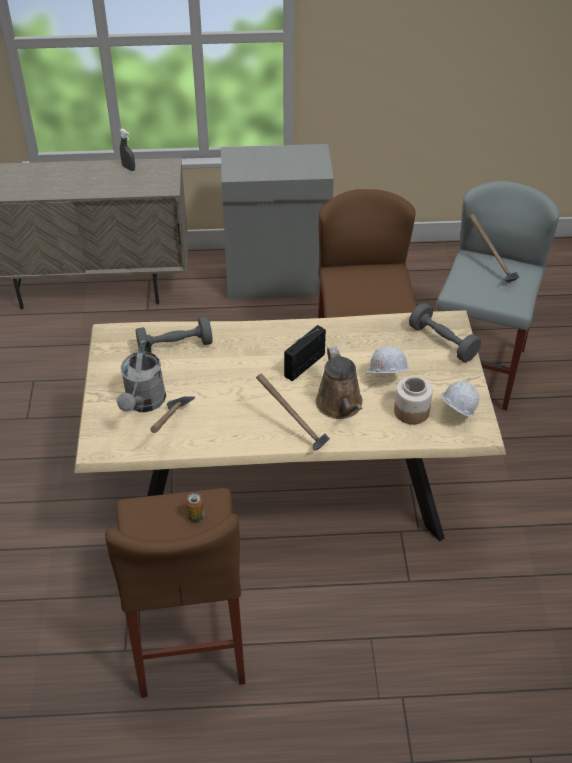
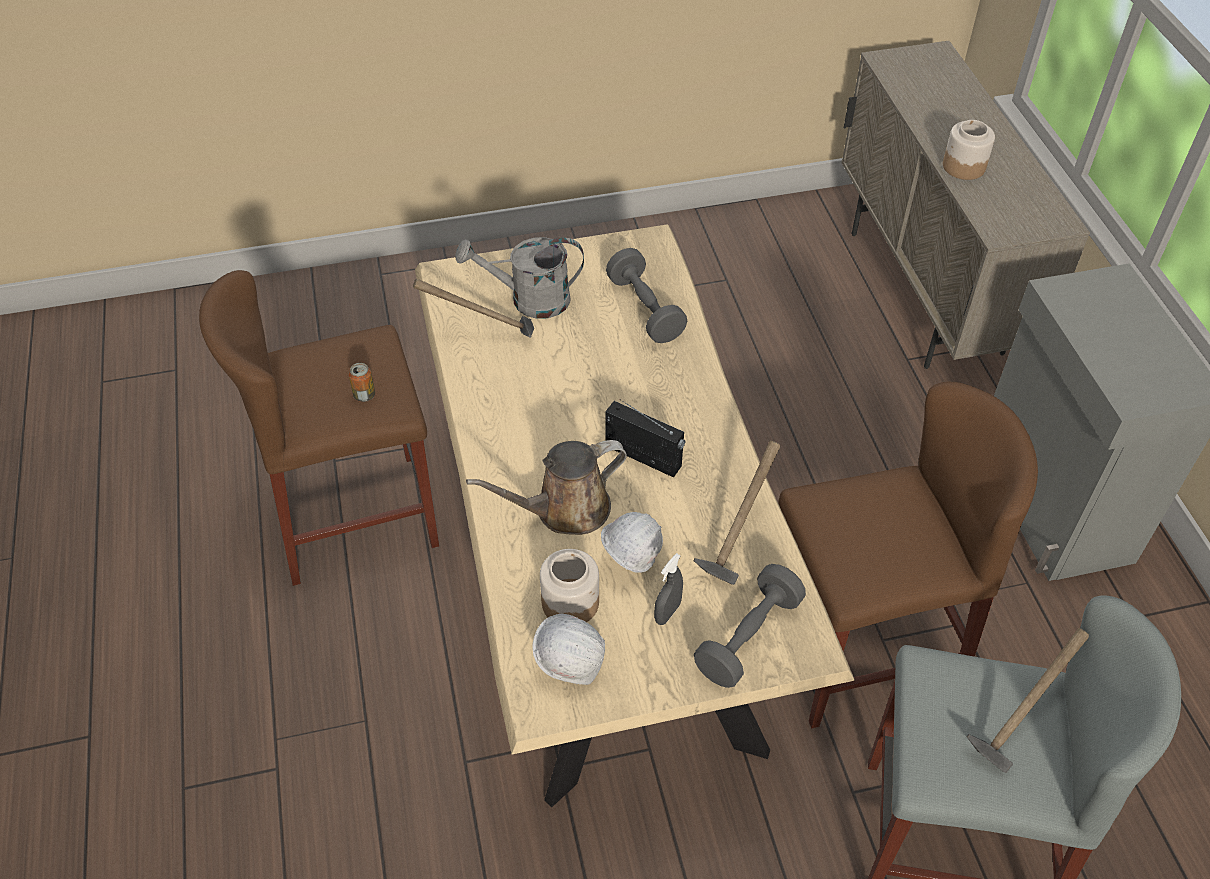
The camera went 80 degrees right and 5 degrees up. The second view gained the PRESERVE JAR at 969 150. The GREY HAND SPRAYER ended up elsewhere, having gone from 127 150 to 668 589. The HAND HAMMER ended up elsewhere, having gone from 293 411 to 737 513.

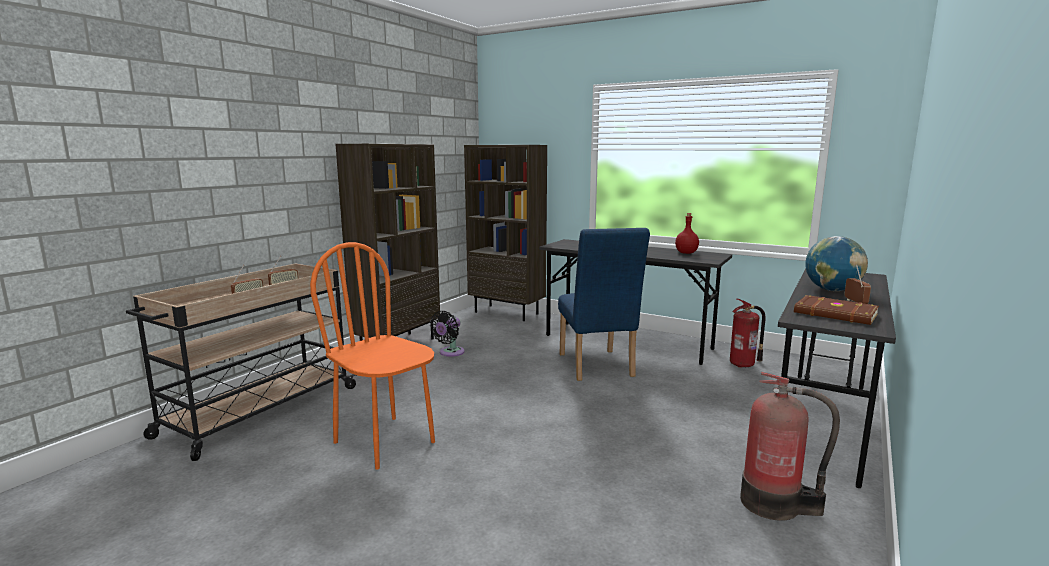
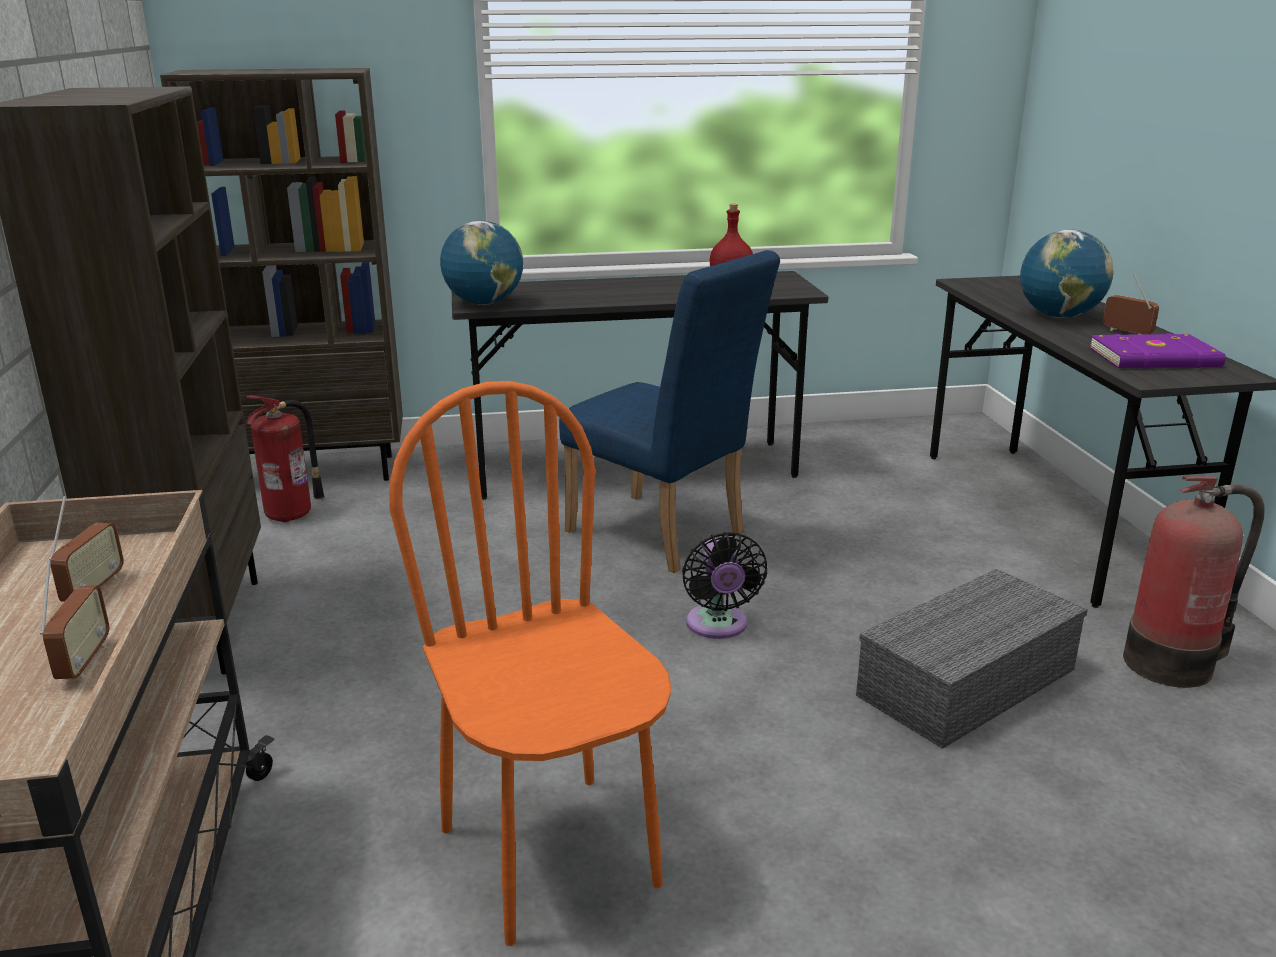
The camera went 40 degrees left and 10 degrees up. The second view gained the DESK GLOBE at 481 262. The second view gained the GREY STORAGE BIN at 972 659. The BLACKISH ELECTRIC FAN ended up elsewhere, having gone from 447 334 to 724 585. The FIRE EXTINGUISHER ended up elsewhere, having gone from 748 333 to 285 459. What was the BROWN-COLOURED VOLUME at 836 310 turned into the PURPLISH VOLUME at 1157 351. The ORANGE PLAIN CHAIR at 372 356 ended up facing another way, 60 degrees clockwise from before.

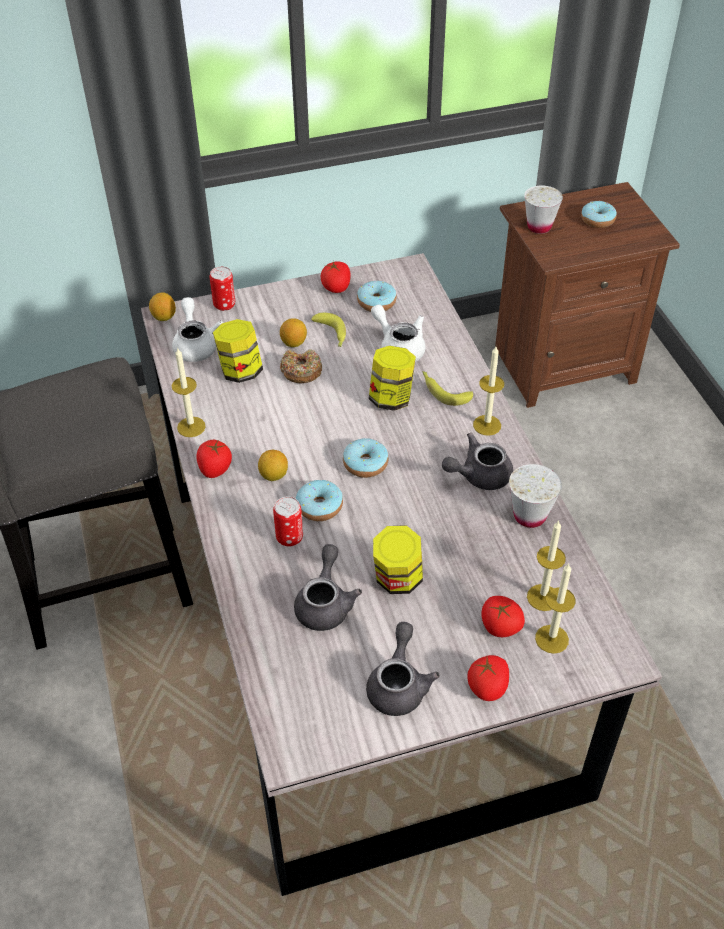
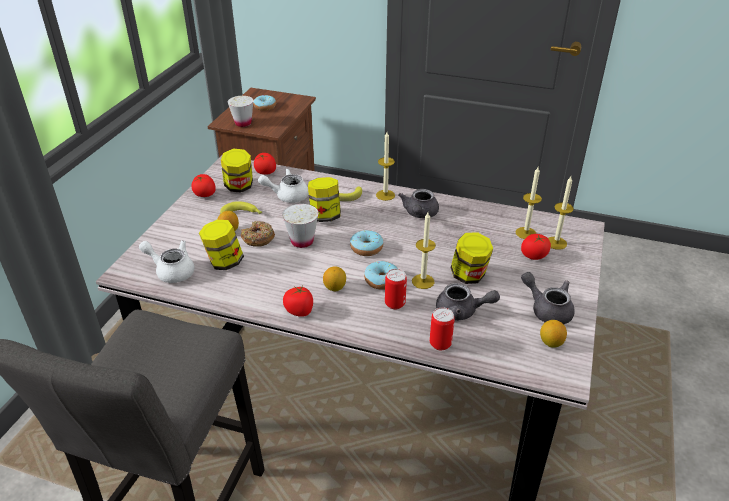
The camera went 55 degrees left and 10 degrees down. The LEMON ended up elsewhere, having gone from 162 306 to 553 334. The WAX CANDLE ended up elsewhere, having gone from 189 392 to 424 250. The METAL CAN ended up elsewhere, having gone from 222 288 to 442 329. The FRESH TOMATO ended up elsewhere, having gone from 488 678 to 265 164. The WHITE CUP ended up elsewhere, having gone from 535 496 to 300 226. Where the RING DOUGHNUT stood at 377 296, the PRESERVE JAR came to stand at 237 171. The GREY TEA POT at 328 587 ended up facing another way, 150 degrees clockwise from before.

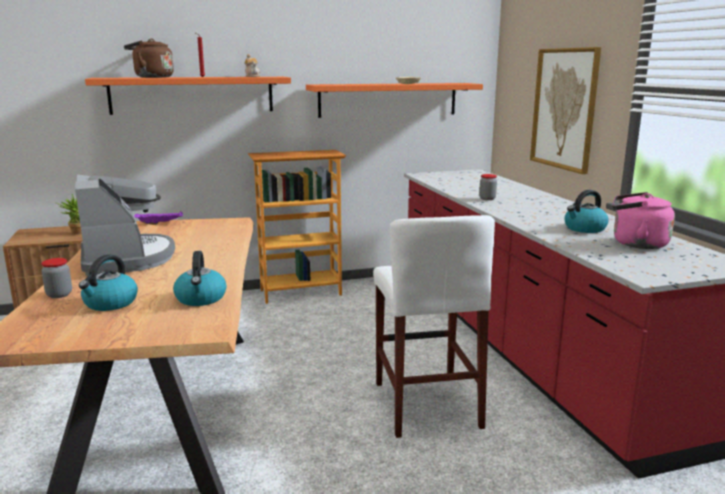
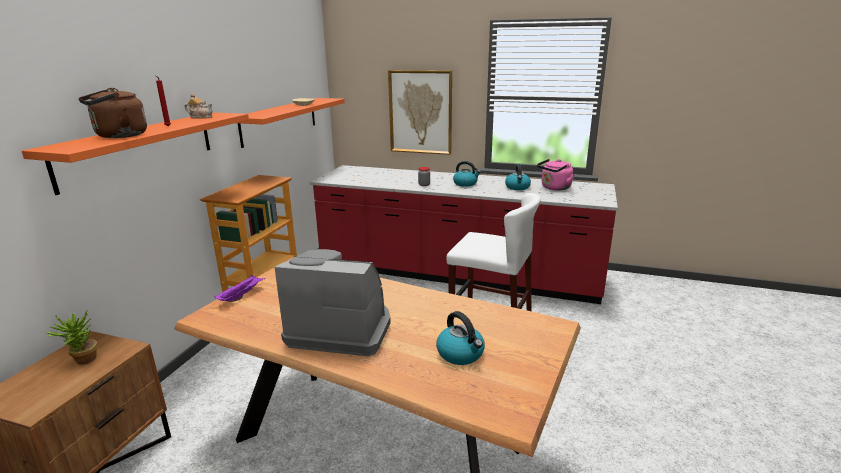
The camera went 55 degrees left and 5 degrees up. The second view lost the PRESERVE JAR at 56 278. The TEA KETTLE ended up elsewhere, having gone from 199 278 to 467 174.

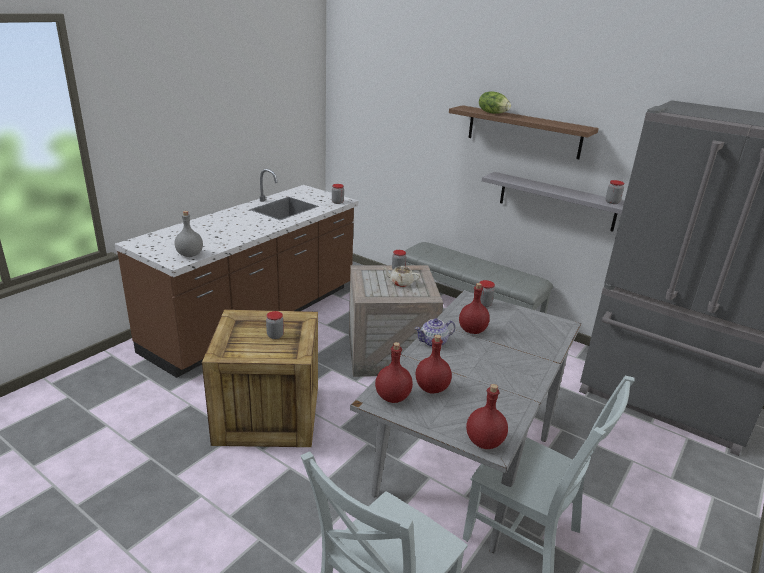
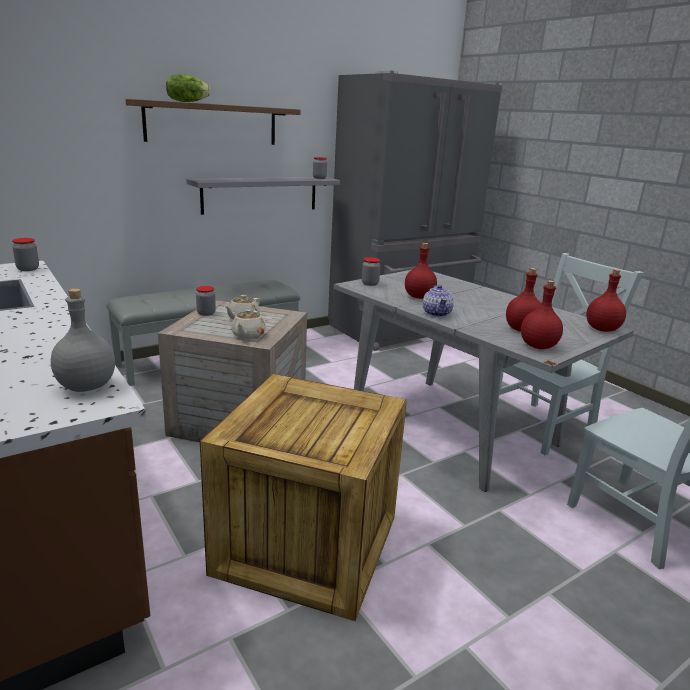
The camera went 70 degrees left and 5 degrees down. The second view lost the PRESERVE JAR at 275 325. The second view gained the BEIGE TEA POT at 248 324.

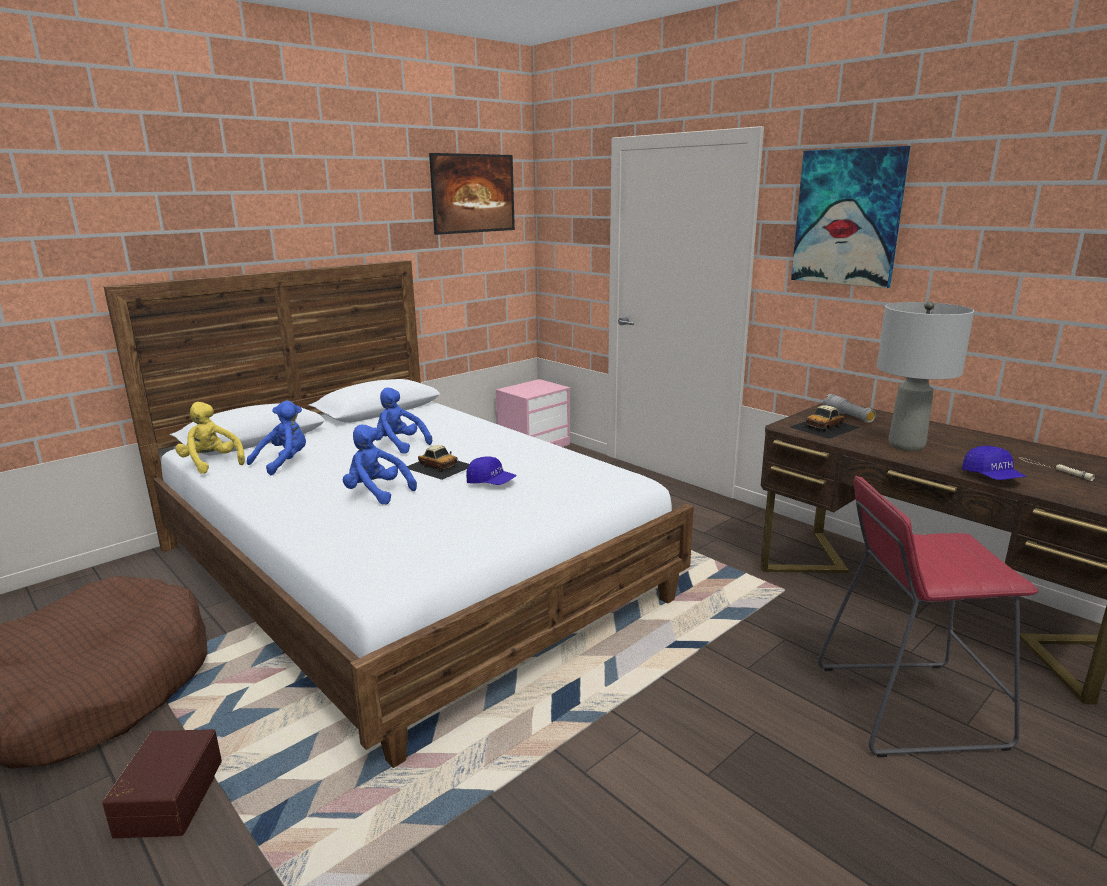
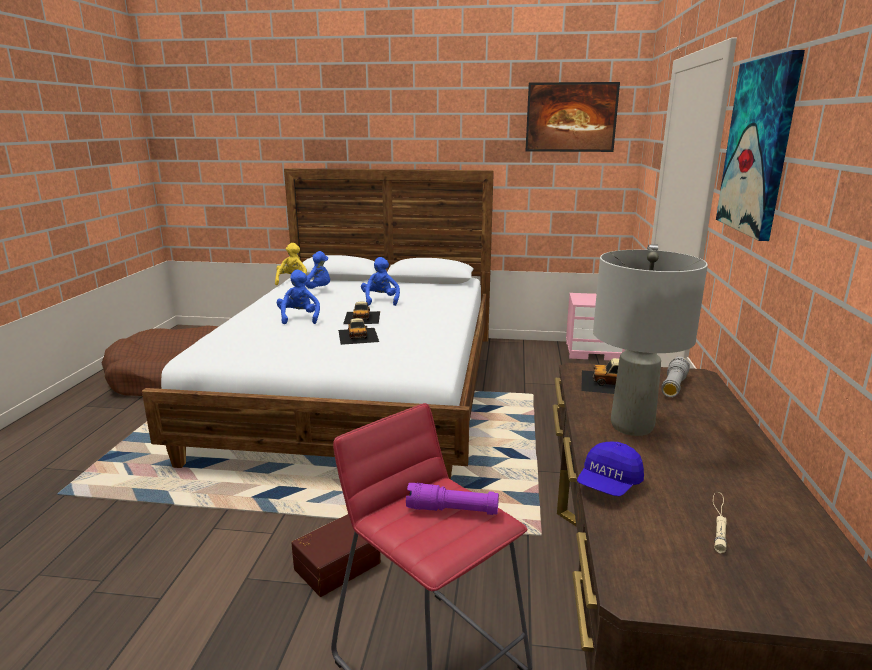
The camera went 50 degrees right and 0 degrees up. The second view gained the PURPLISH FLASHLIGHT at 452 499. The BROWN-COLOURED STORAGE BIN ended up elsewhere, having gone from 162 783 to 336 555. Where the BLUE-COLOURED PEAKED CAP stood at 491 470, the MINIATURE CAR came to stand at 358 331.

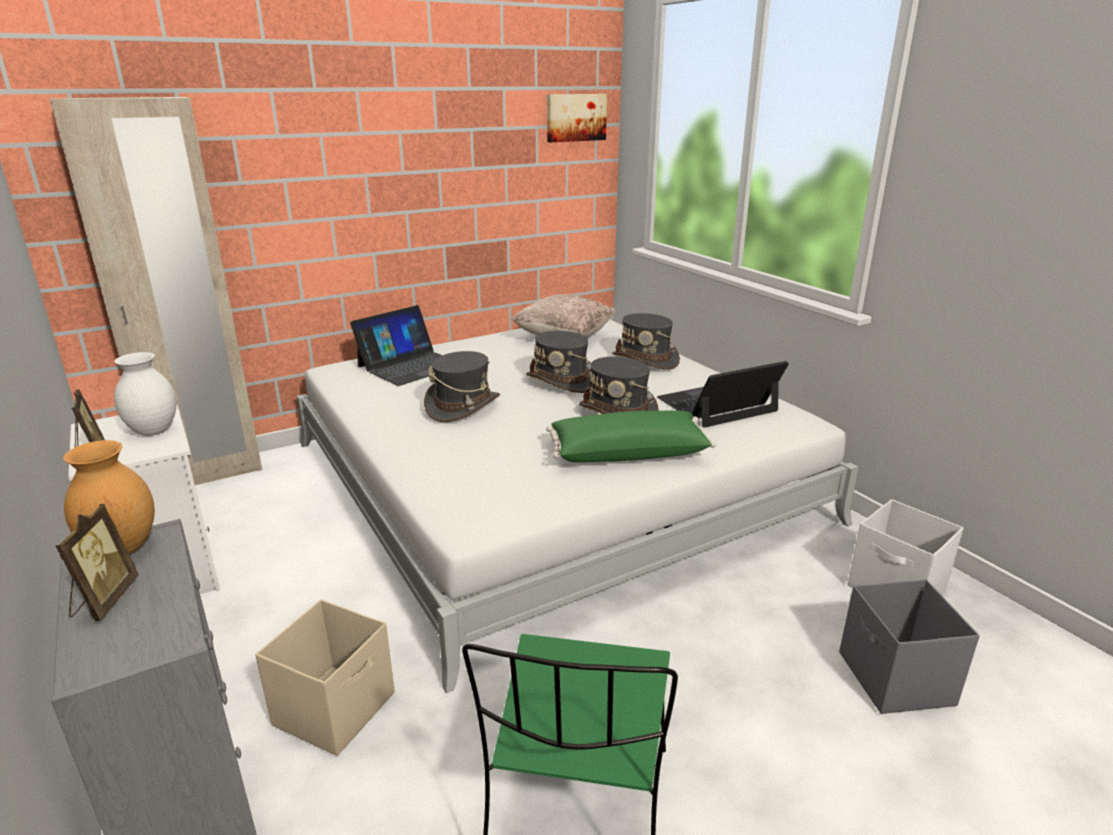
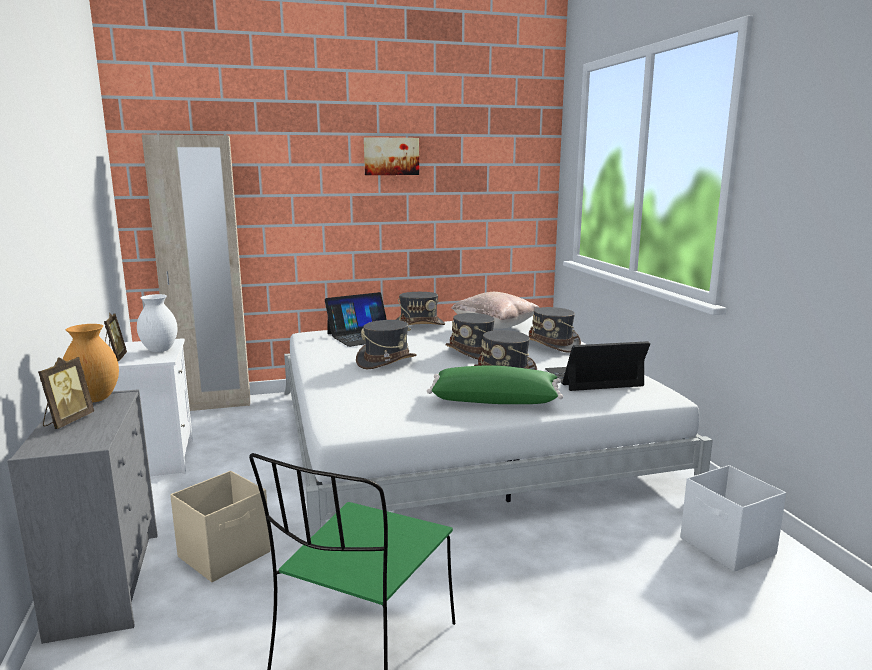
The camera went 15 degrees right and 10 degrees down. The second view lost the GREY STORAGE BIN at 909 646. The second view gained the GREY CLOTHING HAT at 420 308. The PICTURE ended up elsewhere, having gone from 577 118 to 391 156.

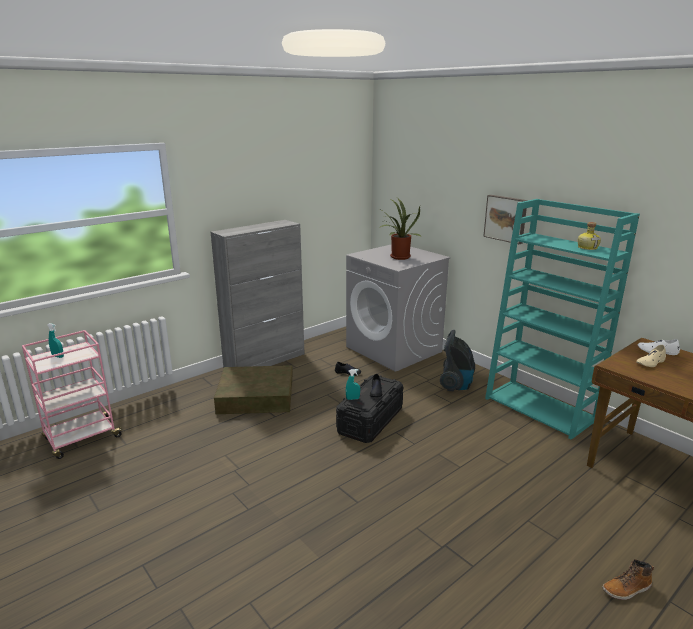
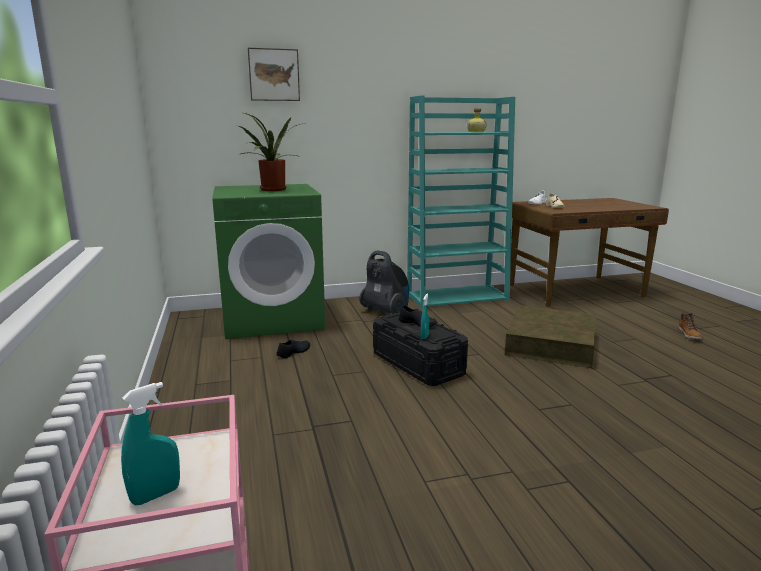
The camera went 65 degrees left and 5 degrees down. The second view lost the GREY STORAGE CABINET at 257 294. The BROWN-COLOURED STORAGE BIN ended up elsewhere, having gone from 253 389 to 550 336. The PICTURE ended up elsewhere, having gone from 505 219 to 274 74. What was the GREY WASHING MACHINE at 398 308 turned into the GREENISH WASHING MACHINE at 268 261.

